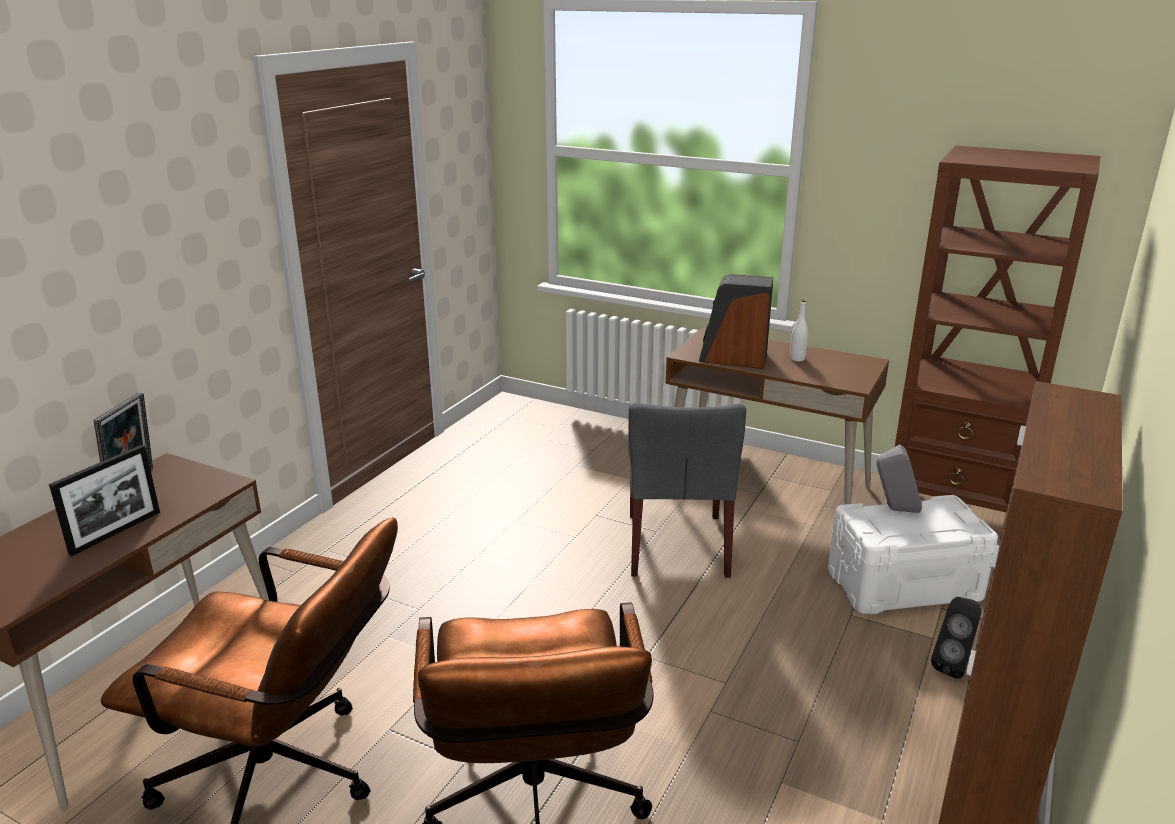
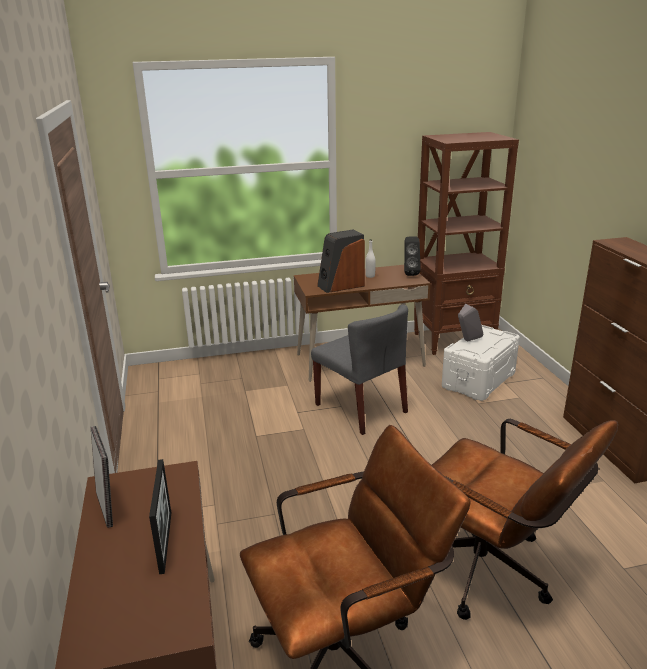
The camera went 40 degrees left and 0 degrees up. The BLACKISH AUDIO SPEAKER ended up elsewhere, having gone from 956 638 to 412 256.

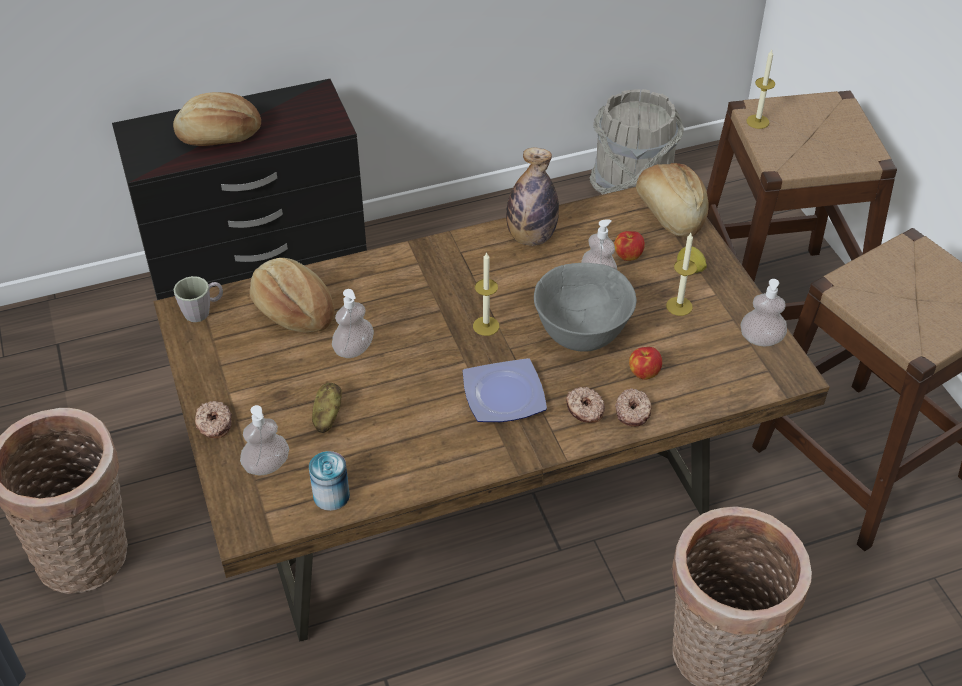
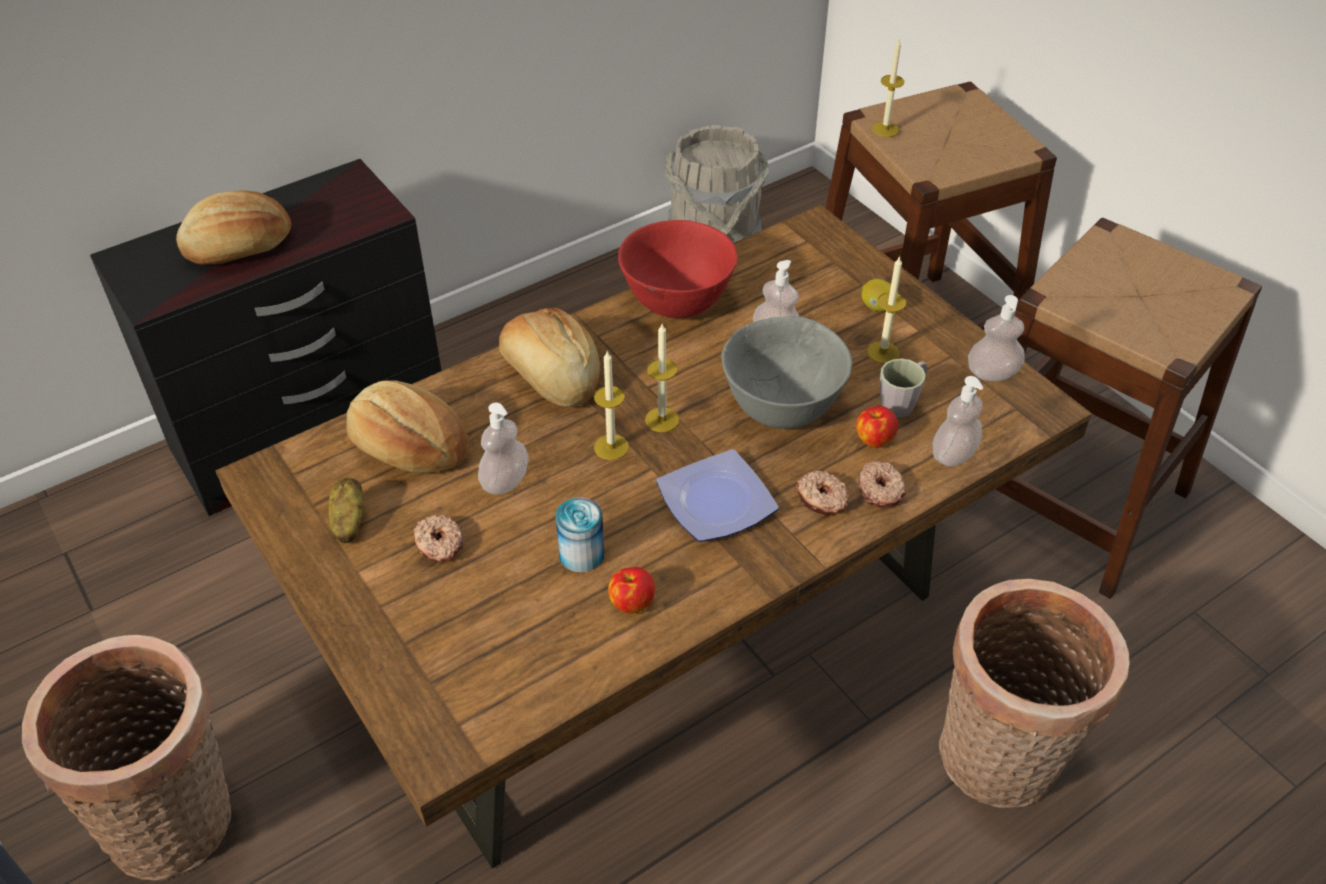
The camera went 15 degrees left and 0 degrees up. The second view gained the WAX CANDLE at 611 405. The GREY TEA MUG ended up elsewhere, having gone from 198 299 to 903 388. The RING DOUGHNUT ended up elsewhere, having gone from 213 420 to 438 539. The SOAP DISPENSER ended up elsewhere, having gone from 264 440 to 957 421. The METAL CAN ended up elsewhere, having gone from 329 481 to 580 535. The SPUD ended up elsewhere, having gone from 327 408 to 346 510. The WHOLE APPLE ended up elsewhere, having gone from 629 246 to 631 590. The BAKED BREAD ended up elsewhere, having gone from 672 200 to 549 357. Where the BEVERAGE BOTTLE stood at 532 197, the REDDISH BOWL came to stand at 678 269.

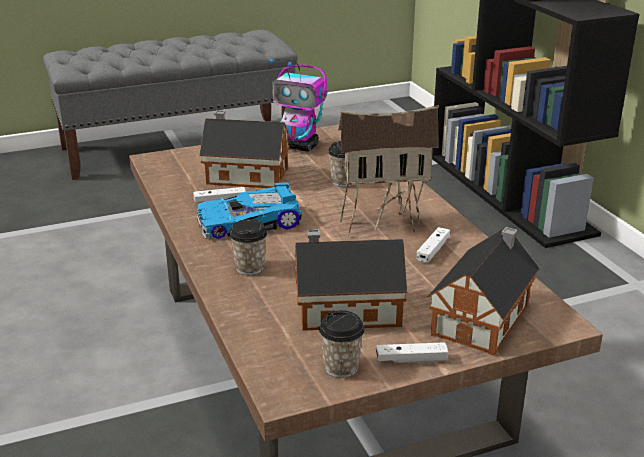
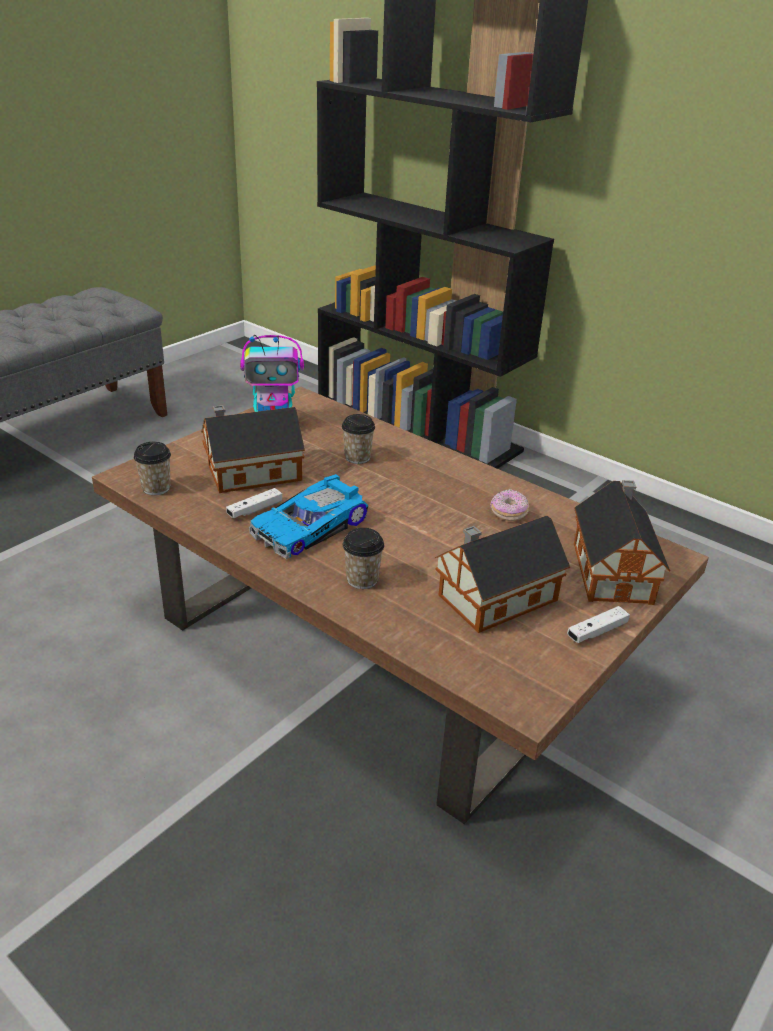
The camera went 30 degrees left and 5 degrees up. The second view lost the TOY HOUSE at 388 171. The CUP ended up elsewhere, having gone from 342 344 to 152 468. Where the WHITE GAME CONTROLLER stood at 433 245, the RING DOUGHNUT came to stand at 509 505.

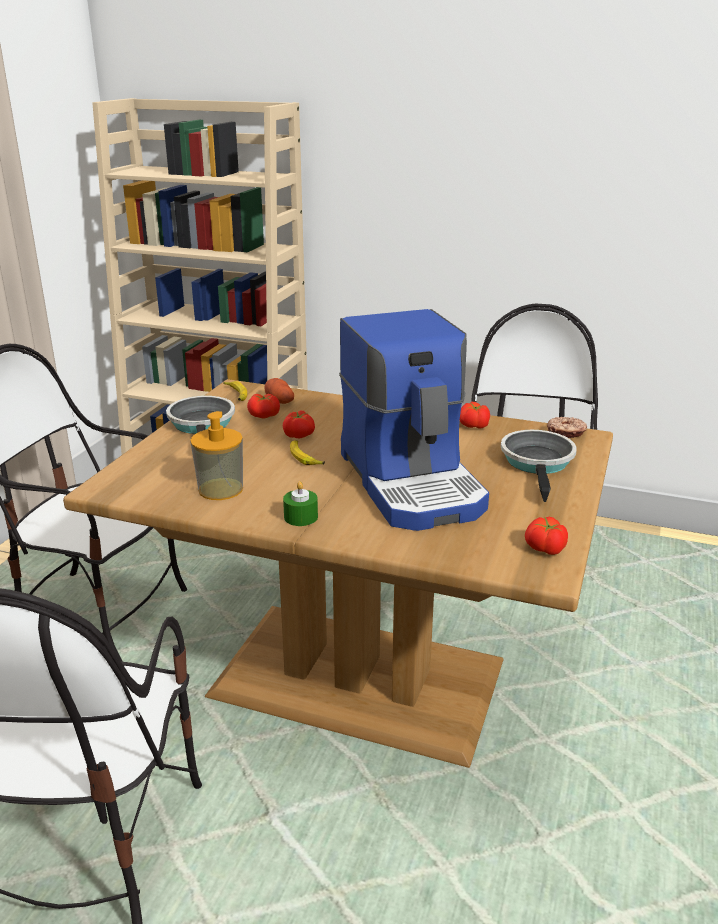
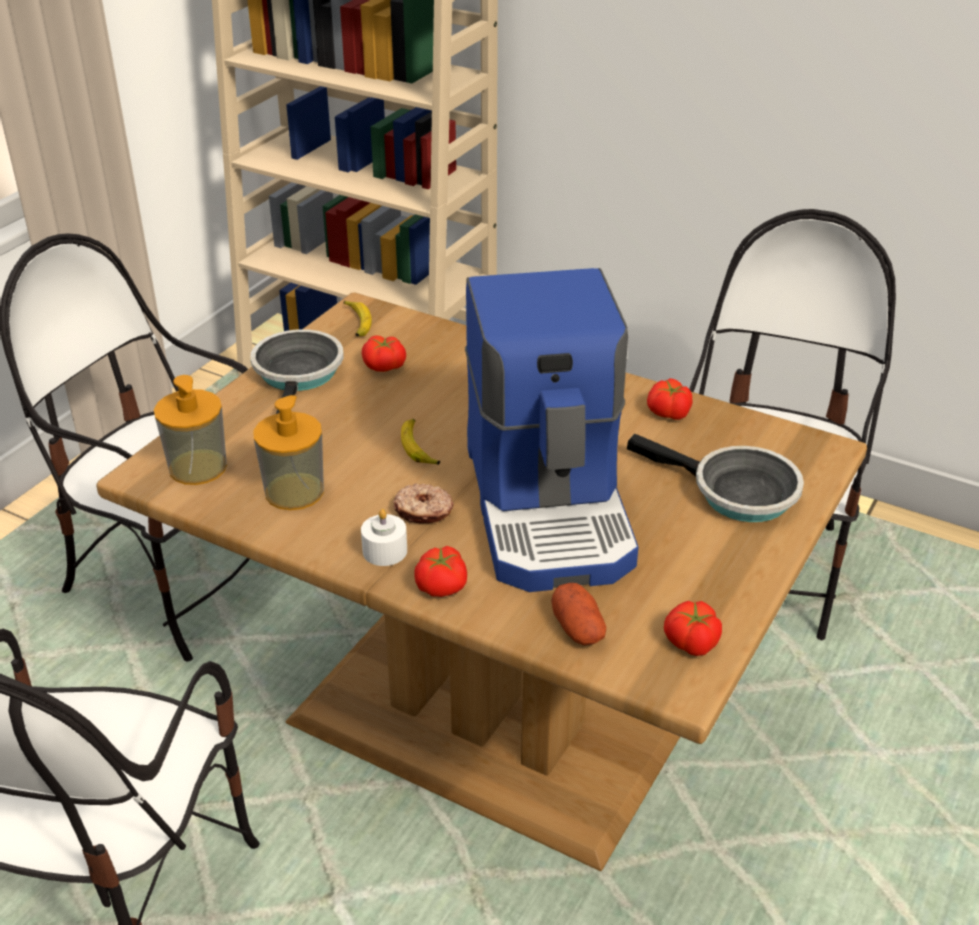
The camera went 10 degrees right and 10 degrees up. The second view gained the SOAP DISPENSER at 190 430. The SPUD ended up elsewhere, having gone from 279 391 to 578 614. The FRESH TOMATO ended up elsewhere, having gone from 299 424 to 440 571. The RING DOUGHNUT ended up elsewhere, having gone from 567 427 to 423 503. What was the GREENISH WAX CANDLE at 300 503 turned into the WHITE WAX CANDLE at 384 537. The PAN at 539 466 ended up facing another way, 105 degrees clockwise from before.

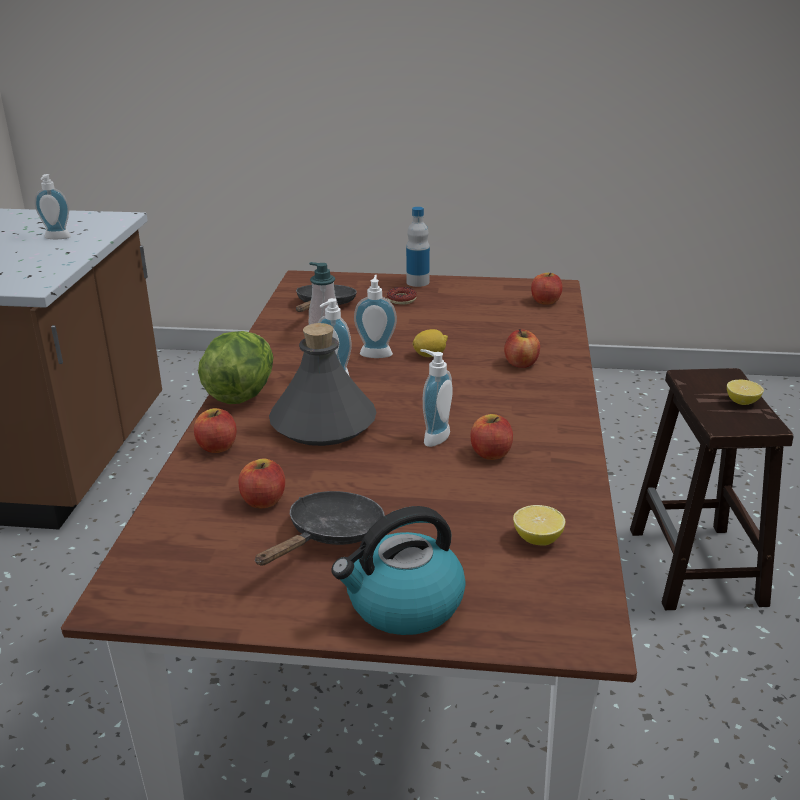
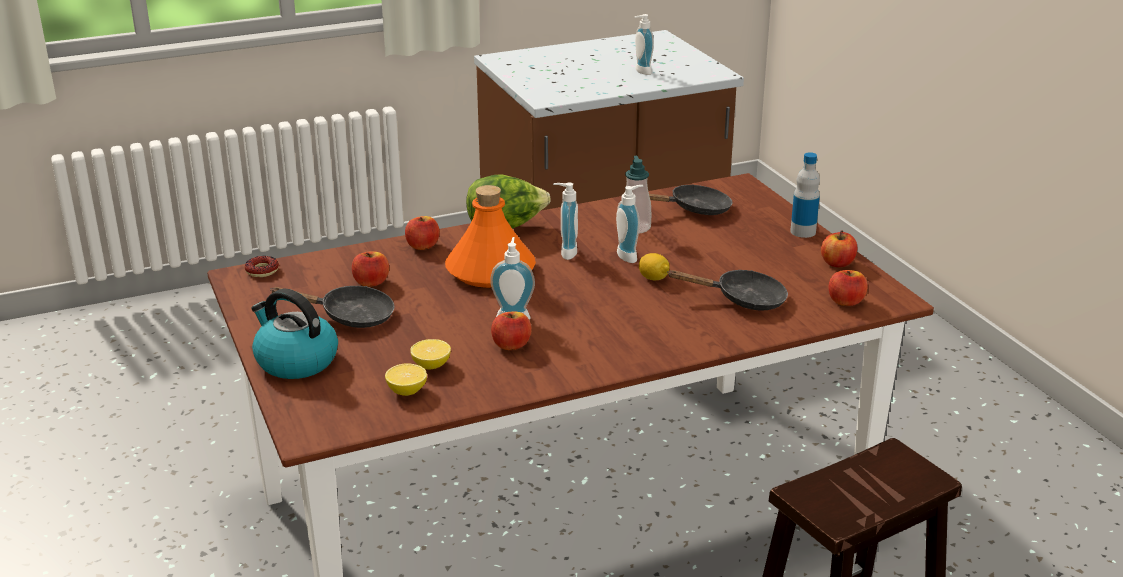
The camera went 60 degrees right and 0 degrees up. The second view gained the BLACKISH PAN at 727 290. The RING DOUGHNUT ended up elsewhere, having gone from 402 296 to 262 266. The WHOLE APPLE ended up elsewhere, having gone from 522 348 to 839 248. The LEMON ended up elsewhere, having gone from 745 392 to 430 354. What was the GREY BEVERAGE BOTTLE at 322 384 turned into the ORANGE BEVERAGE BOTTLE at 490 236.

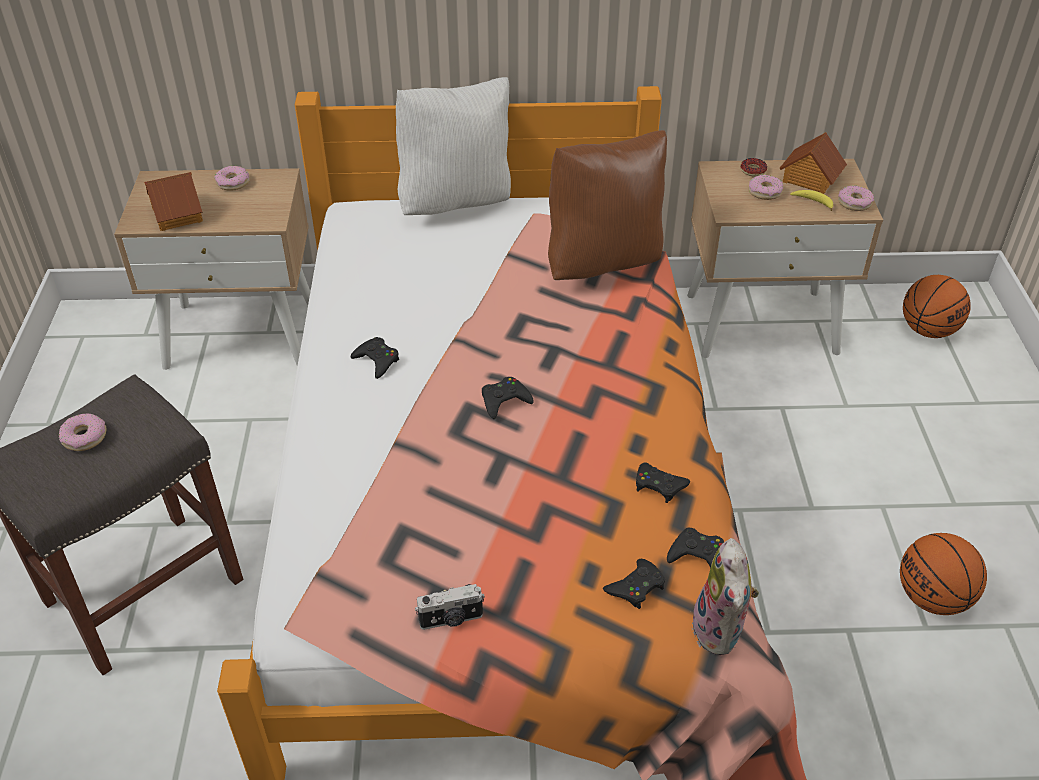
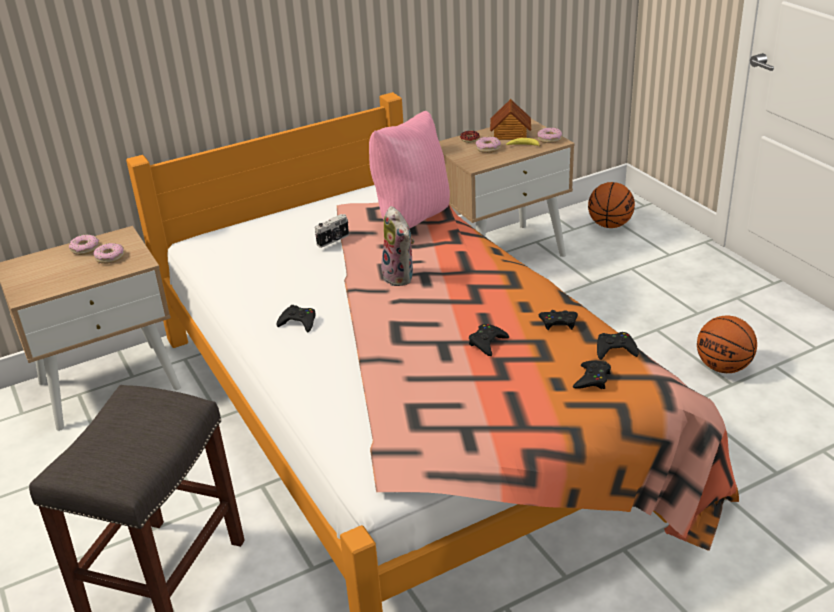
The camera went 25 degrees left and 10 degrees down. The second view lost the TOY HOUSE at 173 201. The second view lost the WHITE PILLOW at 453 146. The RING DOUGHNUT ended up elsewhere, having gone from 83 432 to 108 253. The STILL CAMERA ended up elsewhere, having gone from 450 607 to 332 231. The BLACKISH GAME CONTROLLER ended up elsewhere, having gone from 508 398 to 489 340. The CUDDLY TOY ended up elsewhere, having gone from 725 596 to 397 246. What was the BROWN-COLOURED PILLOW at 607 205 turned into the PINK-COLOURED PILLOW at 409 170.

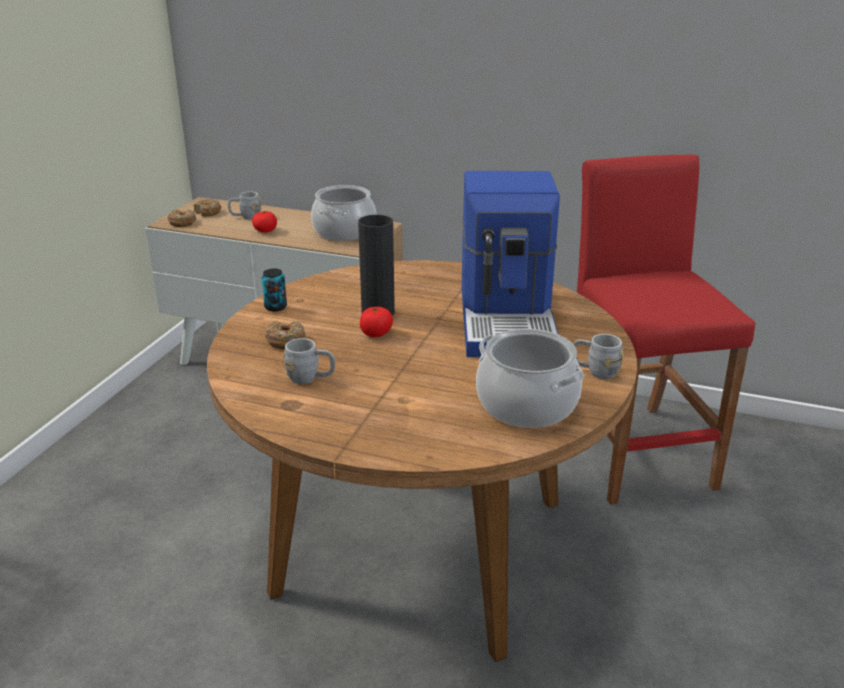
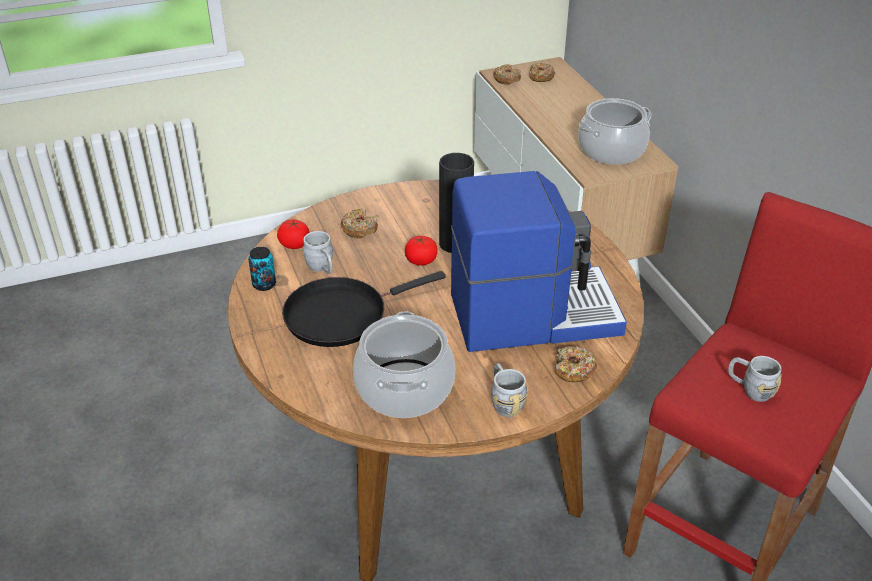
The camera went 50 degrees right and 10 degrees up. The second view gained the BLACKISH PAN at 364 309. The second view gained the RING DOUGHNUT at 576 364. The GREY TEA MUG ended up elsewhere, having gone from 244 205 to 755 379. The FRESH TOMATO ended up elsewhere, having gone from 264 222 to 293 234. The METAL CAN ended up elsewhere, having gone from 274 290 to 262 269. The COFFEE MAKER at 510 264 ended up facing another way, 150 degrees counterclockwise from before.

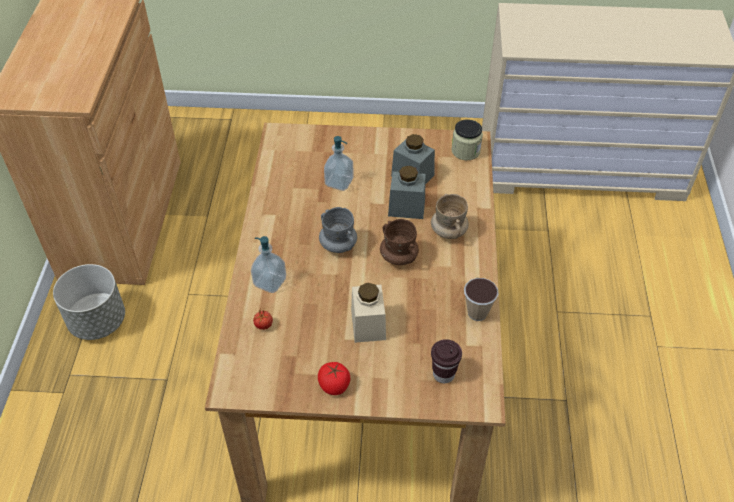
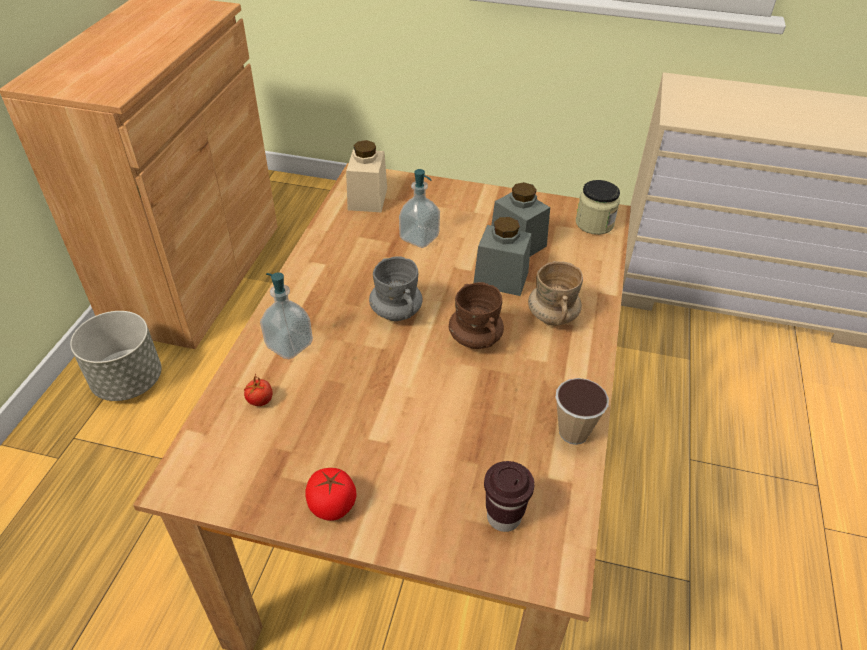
The camera went 10 degrees right and 5 degrees down. The BEIGE PRESERVE JAR ended up elsewhere, having gone from 368 313 to 366 176.

